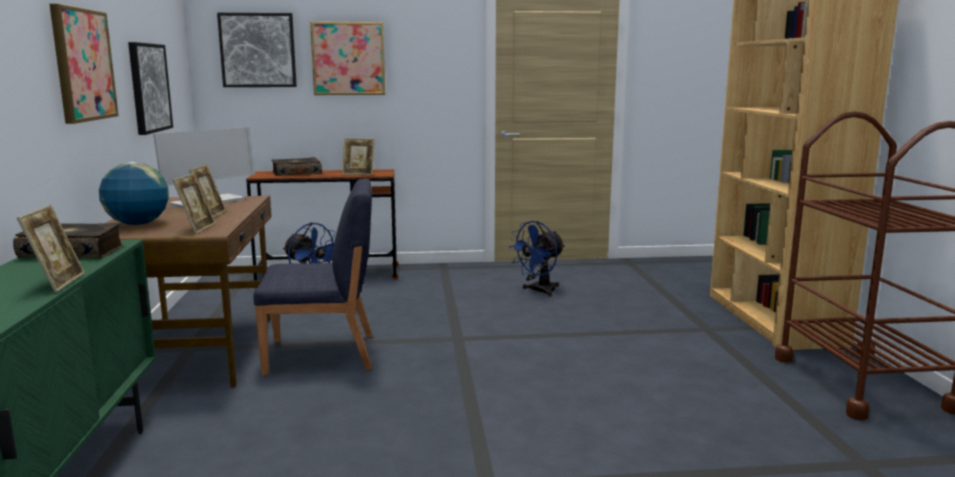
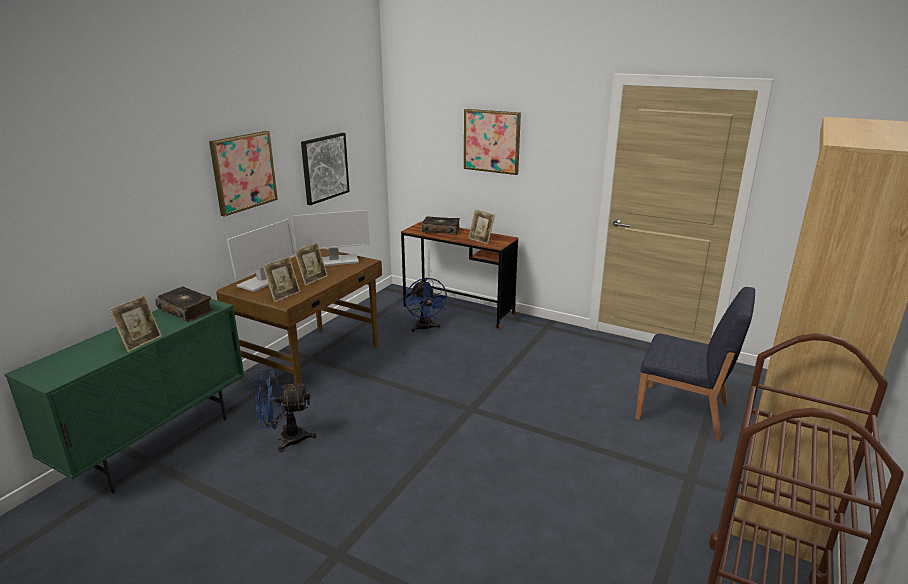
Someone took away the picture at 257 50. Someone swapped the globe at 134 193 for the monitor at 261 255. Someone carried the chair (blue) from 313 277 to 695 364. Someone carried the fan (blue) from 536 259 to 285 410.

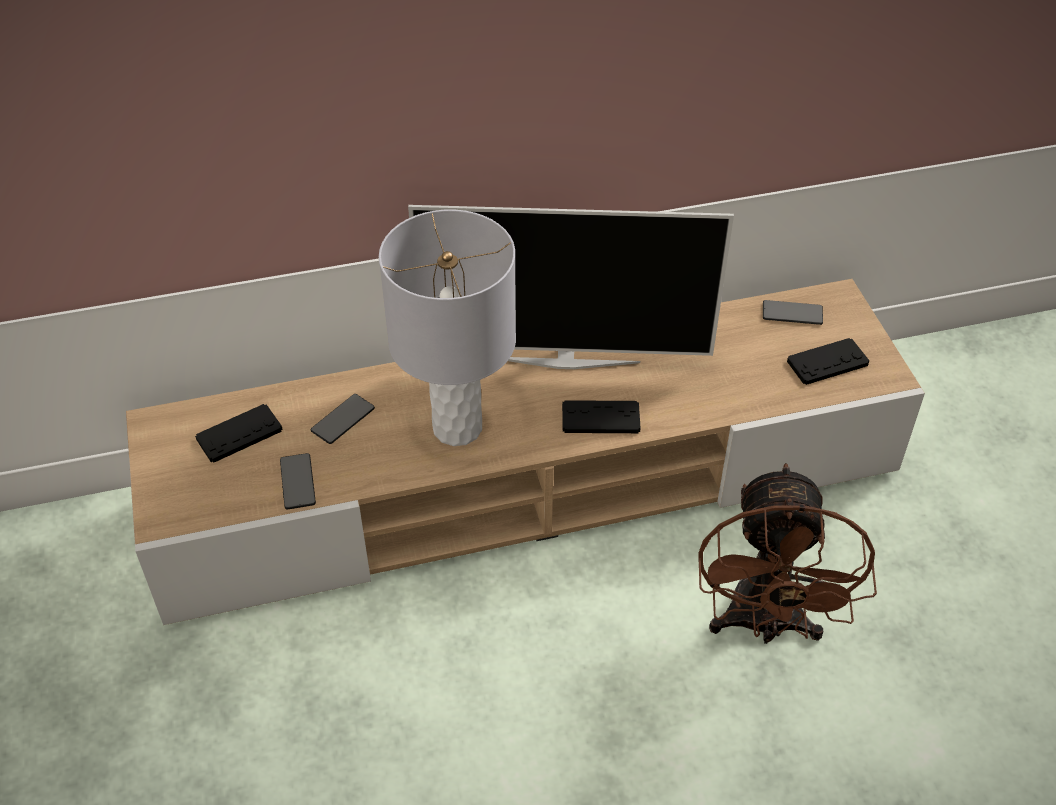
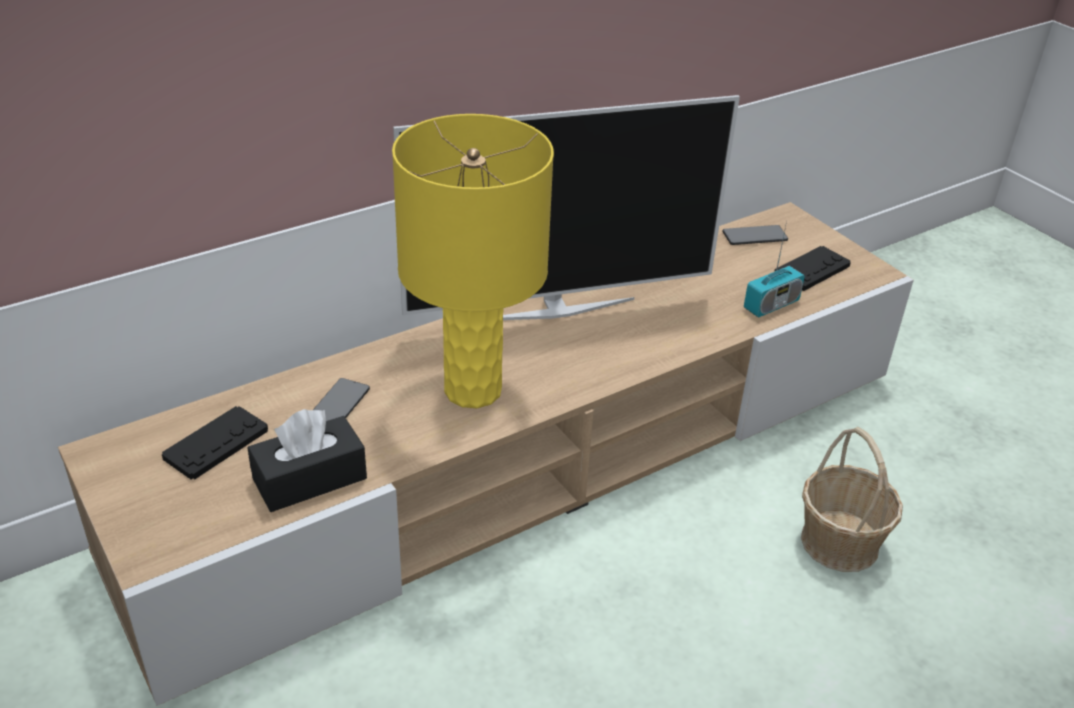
Someone repainted the table lamp (grey) at 447 328, which became the table lamp (yellow) at 473 261. Someone took away the game controller (black) at 601 416. Someone swapped the phone at 298 481 for the tissue box (black) at 307 460. Someone swapped the fan (brown) at 787 553 for the basket at 852 499. Someone put down the radio at 774 269.

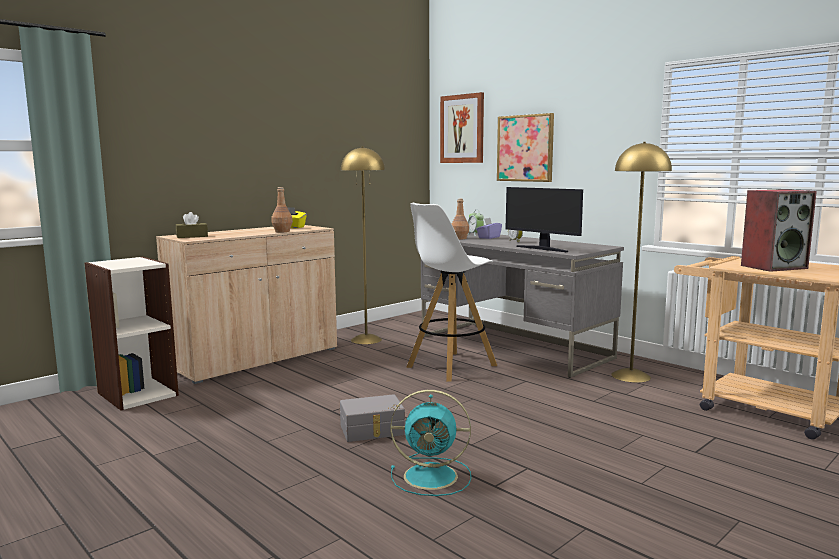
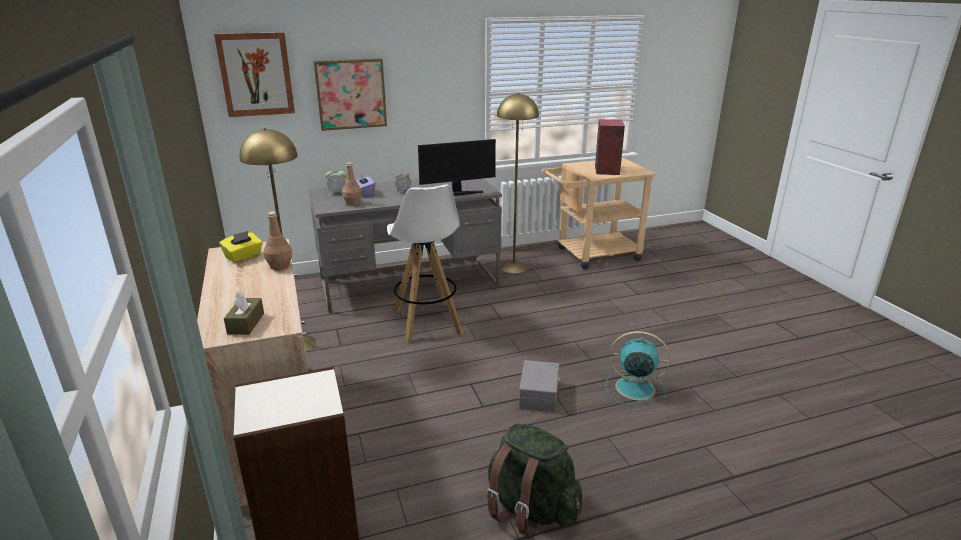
Someone rotated the fan (turquoise) at 430 443 by 105 degrees counterclockwise. Someone put down the backpack (green) at 534 480.

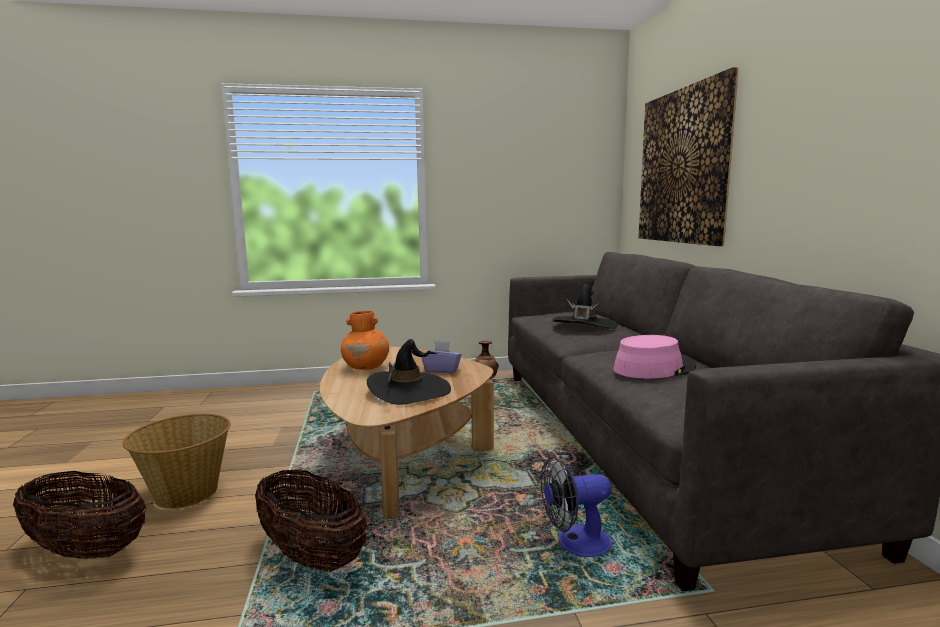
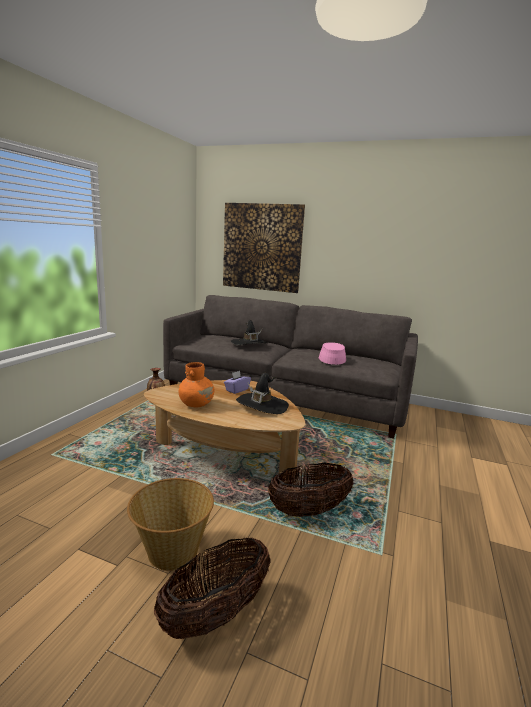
Someone took away the fan at 576 506.

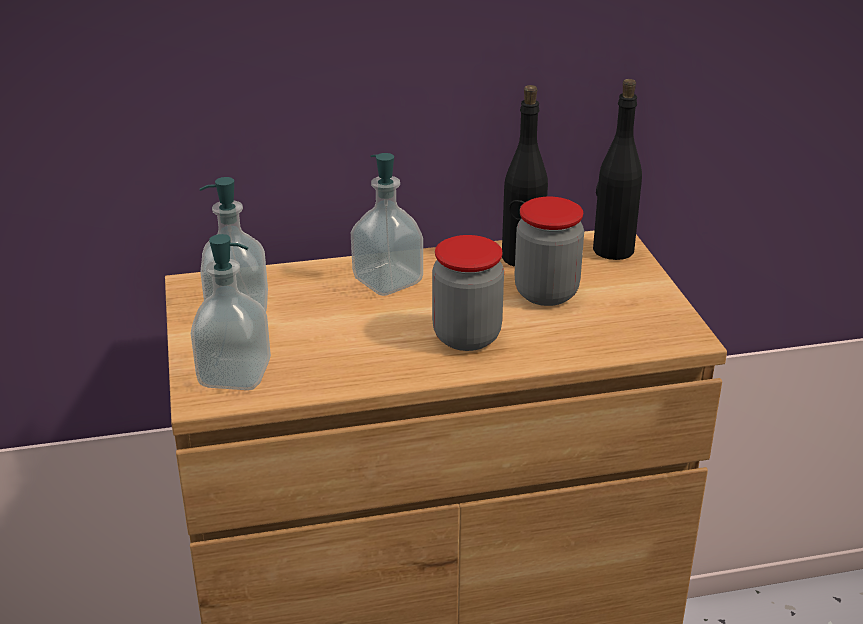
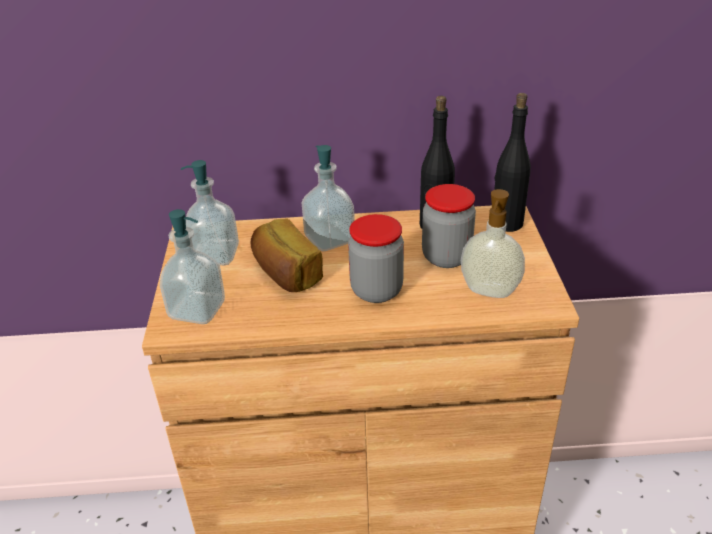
Someone put down the soap dispenser at 493 243. Someone put down the bread at 286 255.

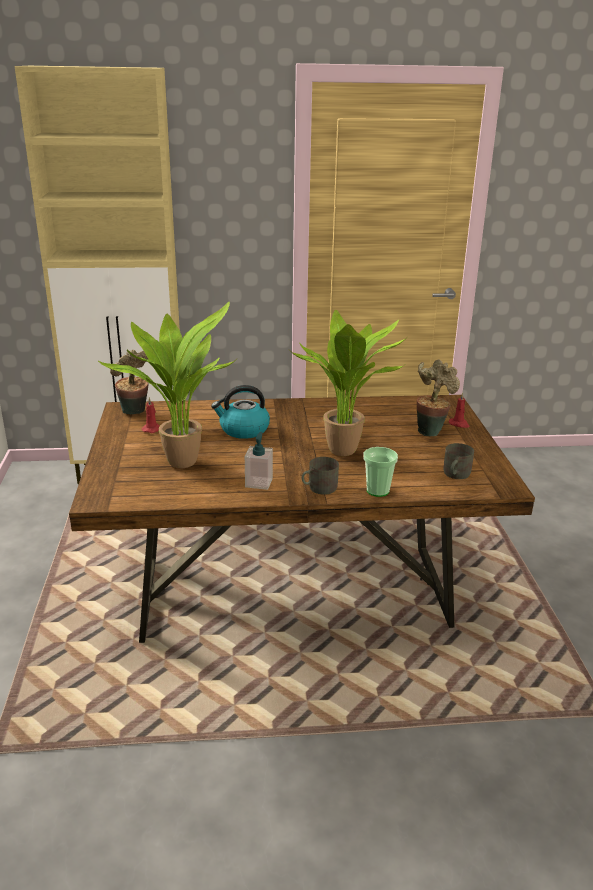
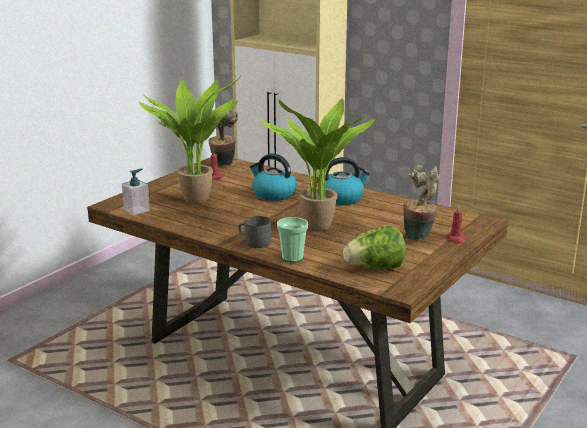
Someone carried the soap dispenser from 259 461 to 136 192. Someone swapped the mug (grey) at 459 461 for the lettuce at 374 248. Someone put down the kettle at 347 181.

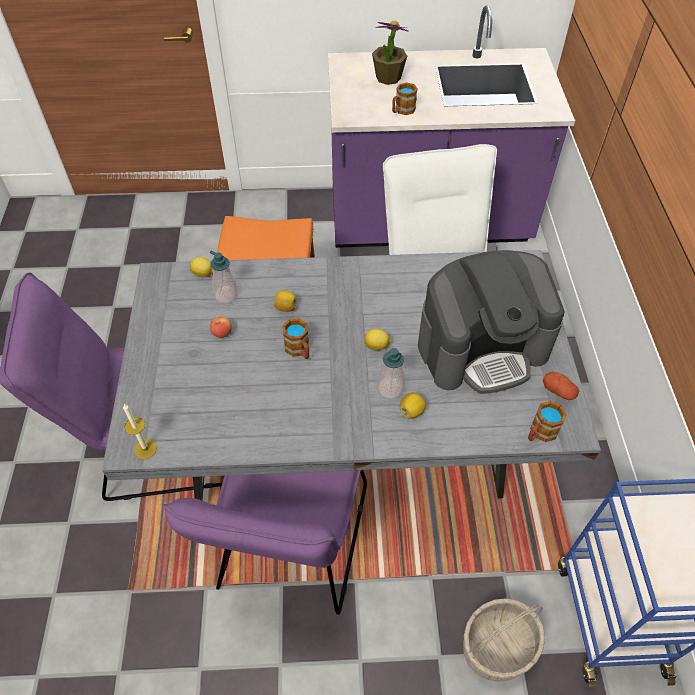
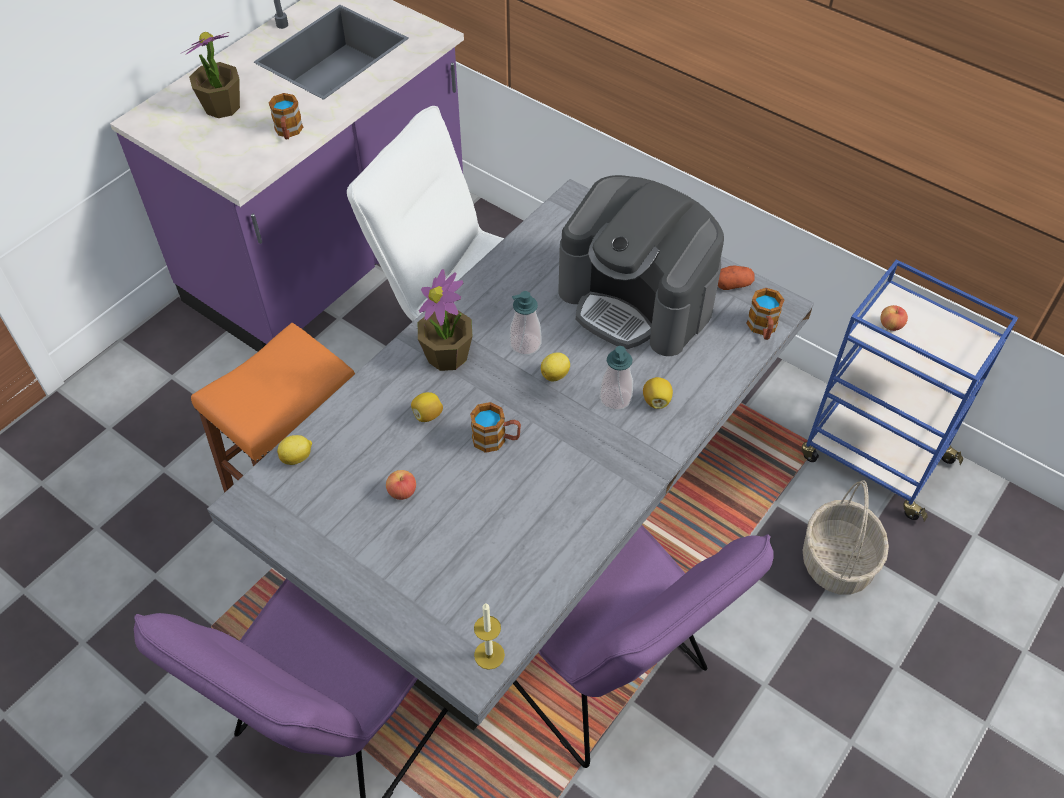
Someone carried the soap dispenser from 224 276 to 525 323. Someone rotated the coffee machine at 491 322 by 105 degrees clockwise. Someone put down the potted plant at 445 320. Someone put down the apple at 894 318.

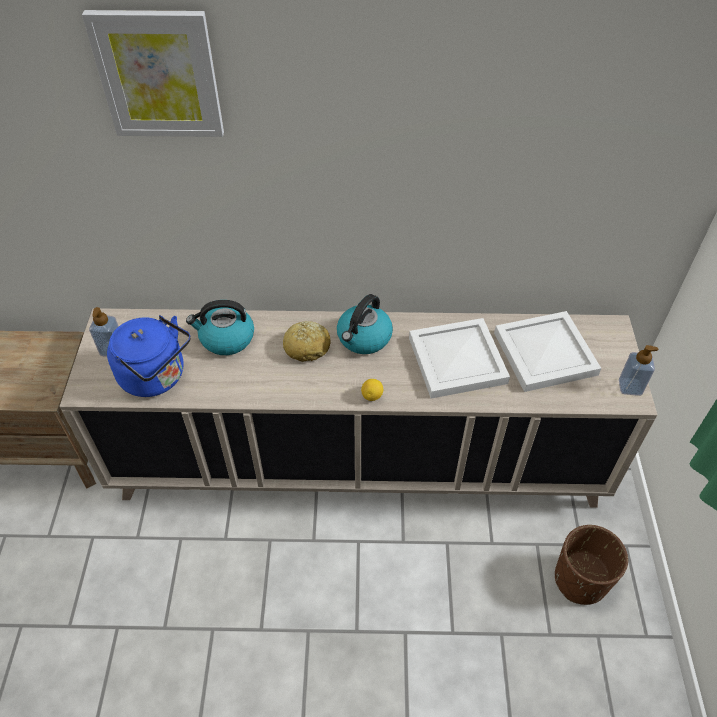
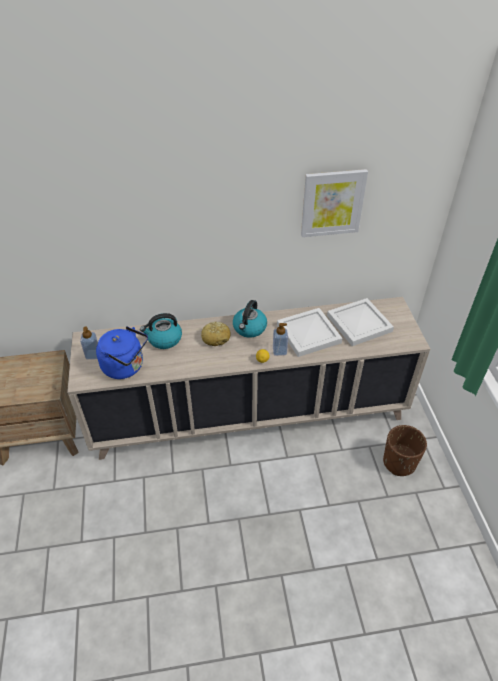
Someone carried the picture from 153 73 to 334 203. Someone carried the soap dispenser from 638 370 to 280 339.

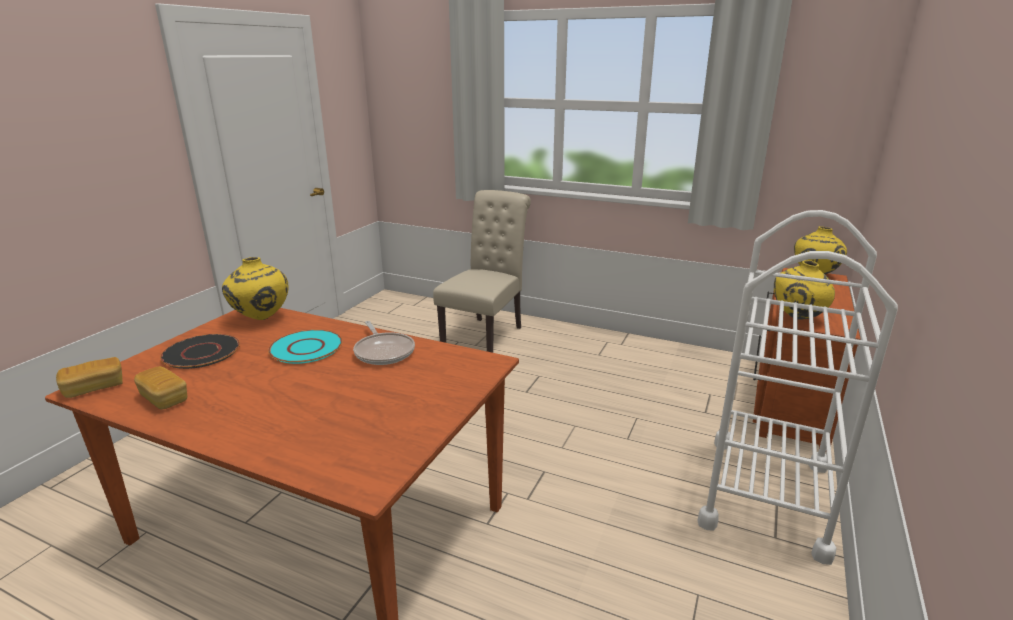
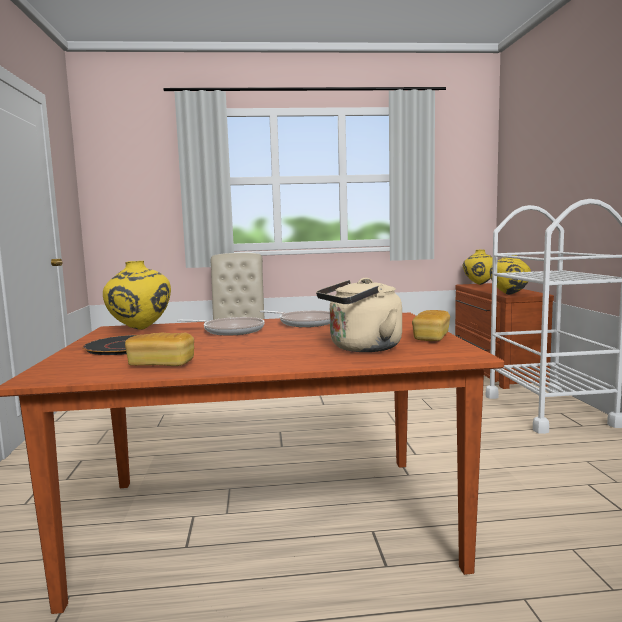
Someone swapped the plate (turquoise) at 305 347 for the frying pan at 221 326. Someone carried the bread from 89 377 to 431 325. Someone put down the kettle (beige) at 359 315.

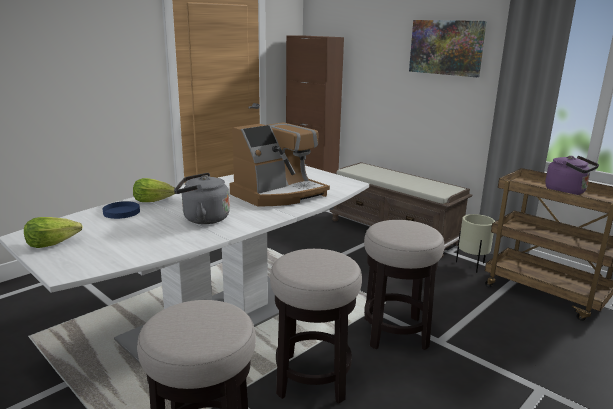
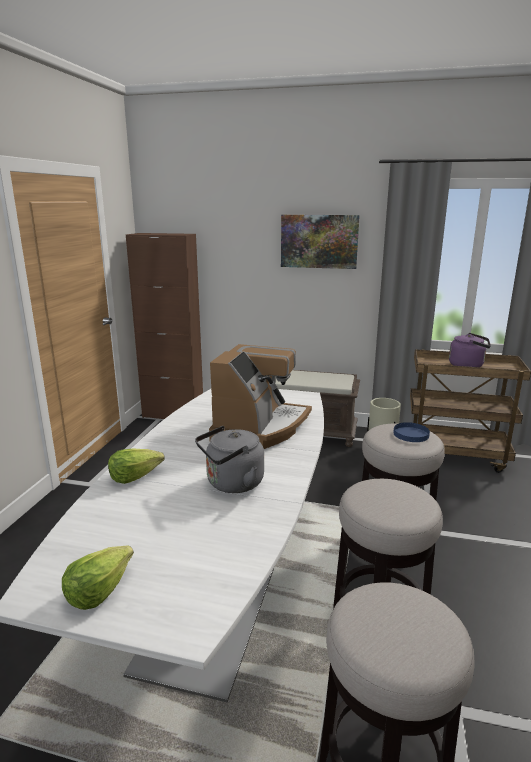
Someone carried the plate (blue) from 121 210 to 411 432.

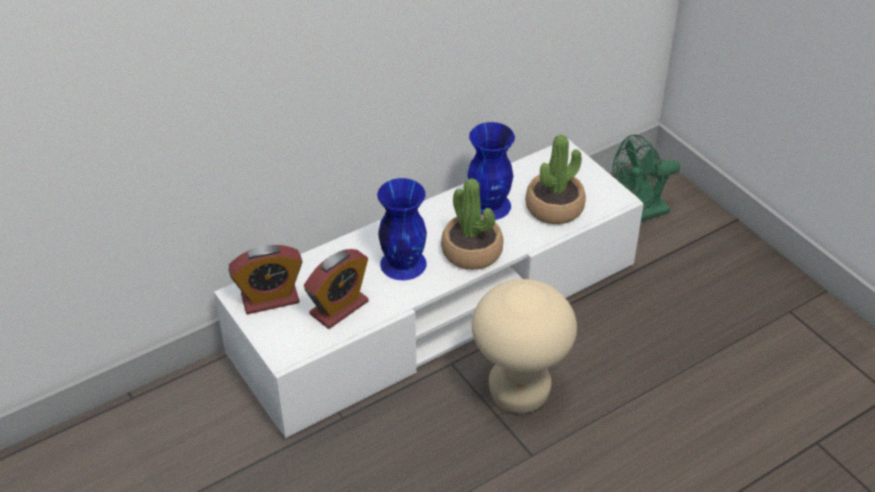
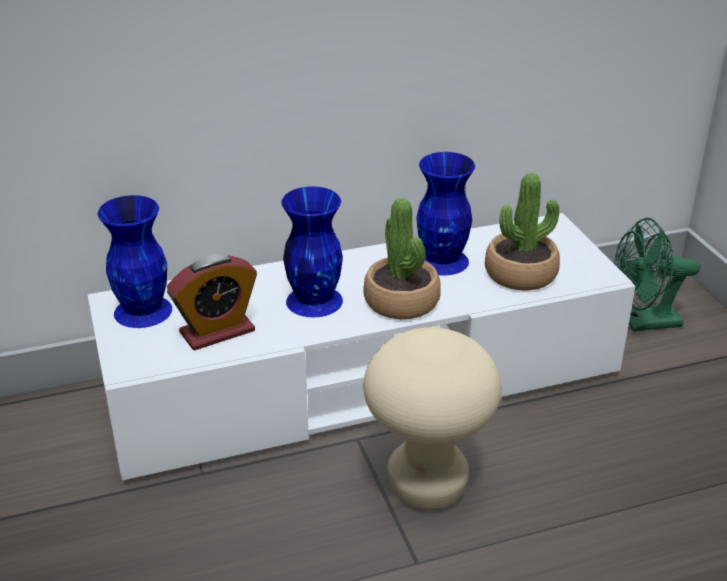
Someone swapped the alarm clock at 265 279 for the vase (blue) at 134 261.

